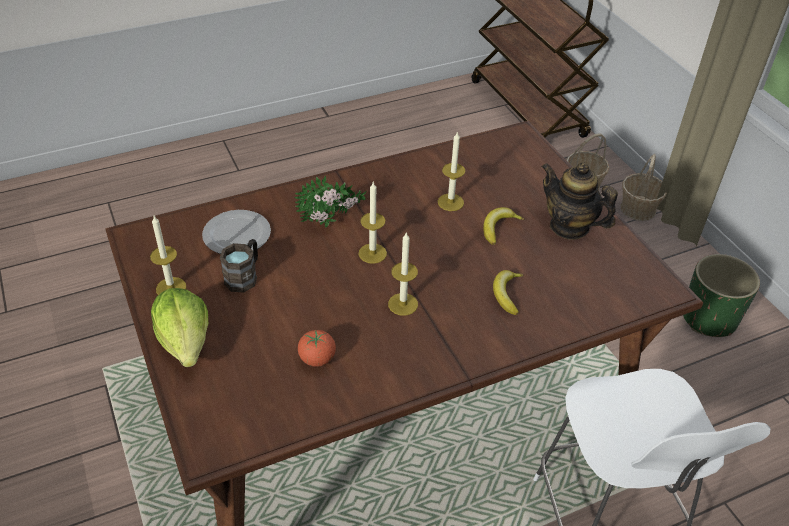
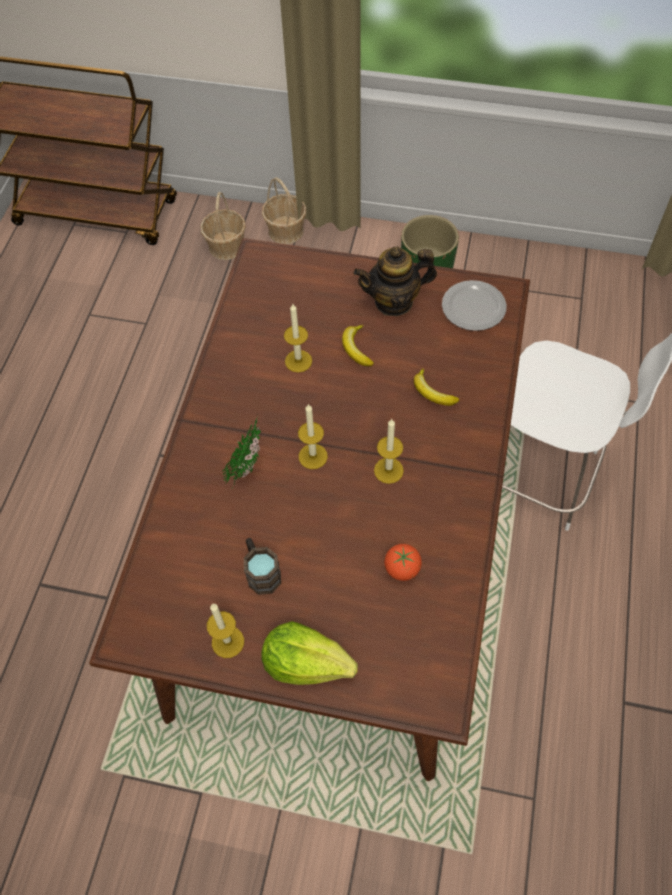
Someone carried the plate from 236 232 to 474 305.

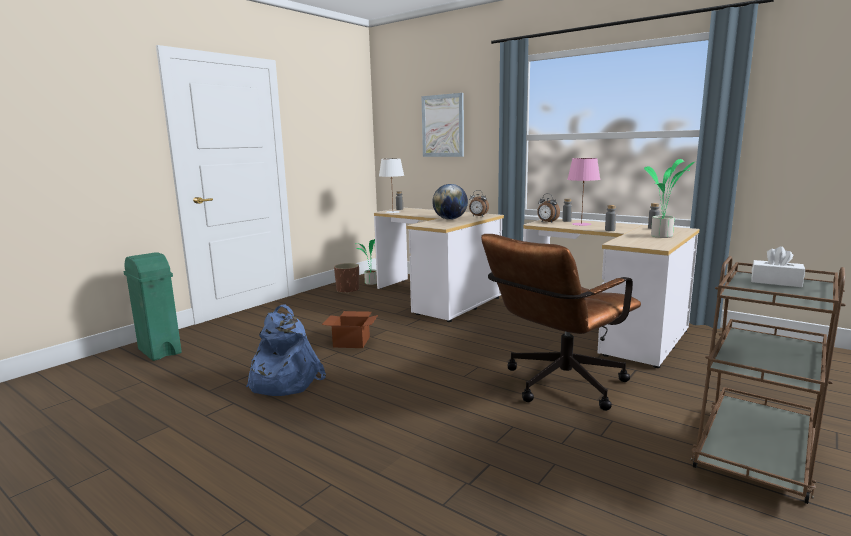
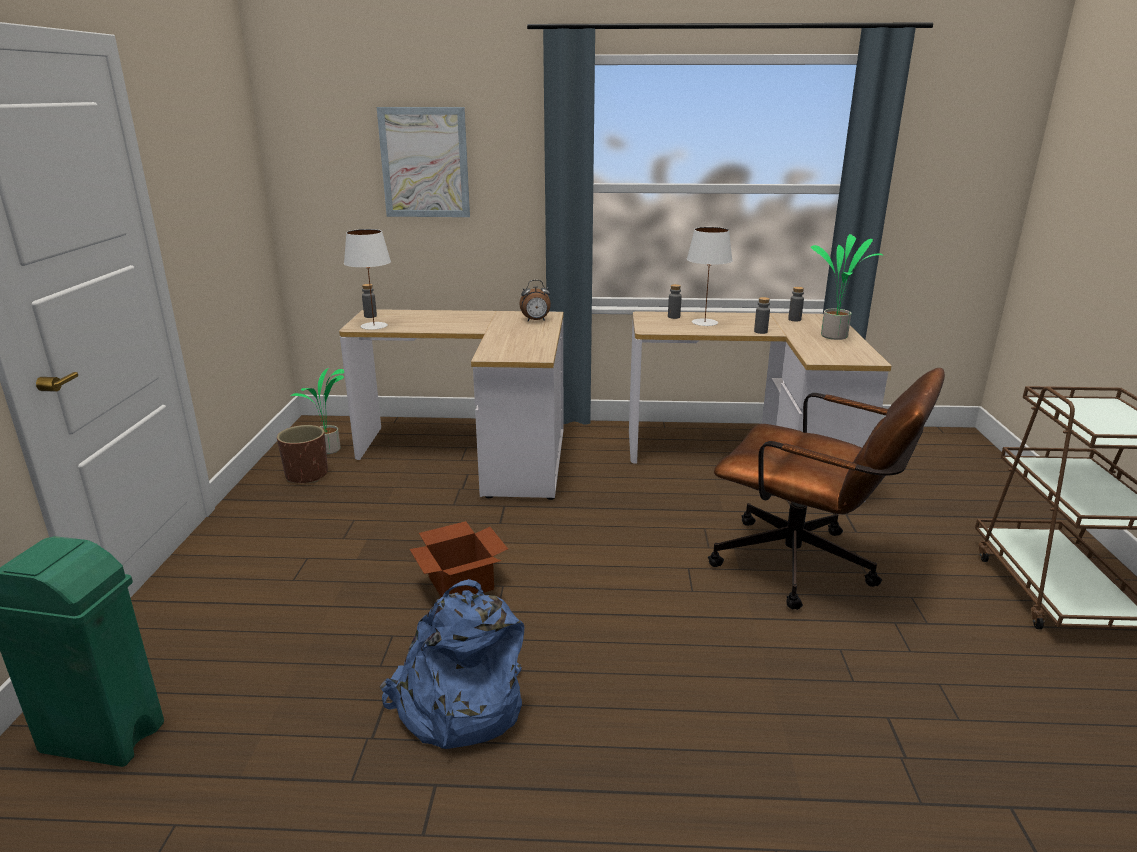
Someone repainted the table lamp (pink) at 583 192, which became the table lamp (white) at 710 276. Someone took away the globe at 450 202. Someone took away the alarm clock at 548 207. Someone rotated the office chair (brown) at 561 322 by 75 degrees counterclockwise. Someone took away the tissue box (white) at 778 266.

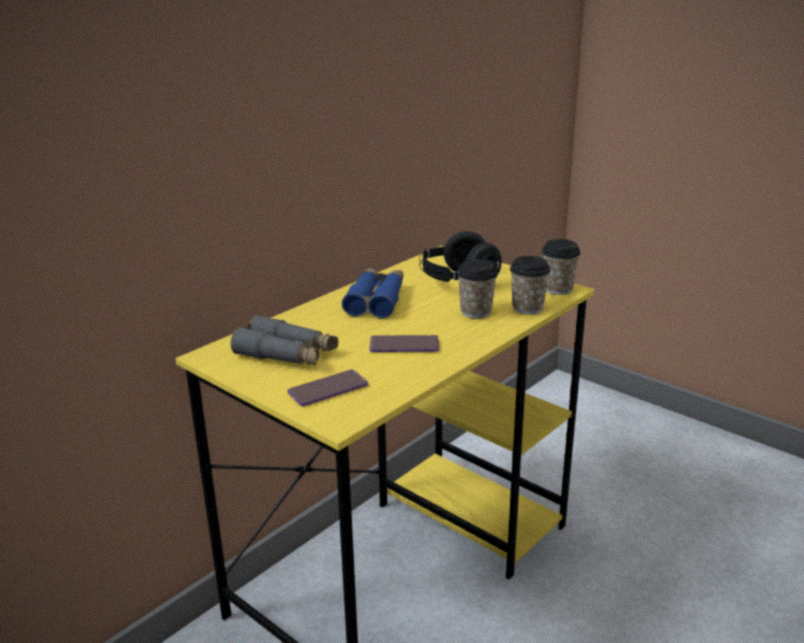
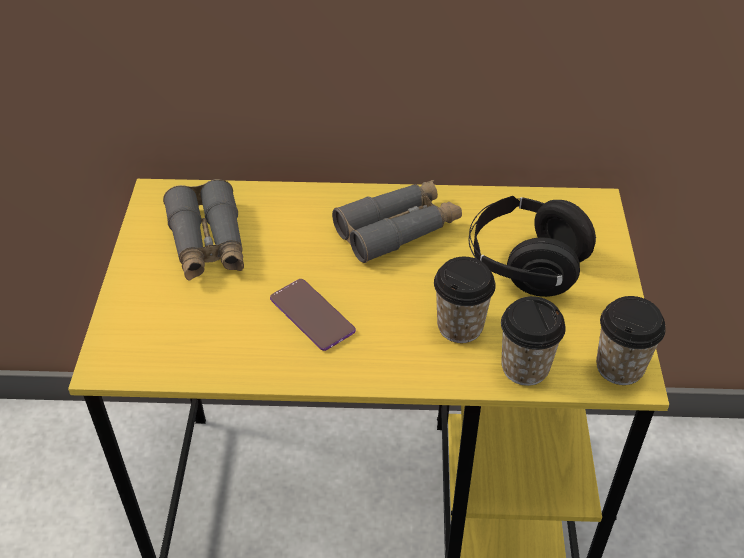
Someone repainted the binoculars (blue) at 373 293, which became the binoculars (grey) at 397 221. Someone took away the phone at 328 388.

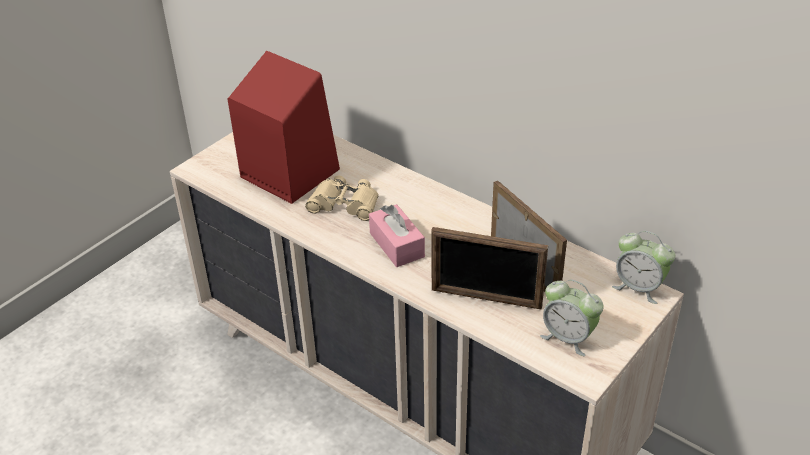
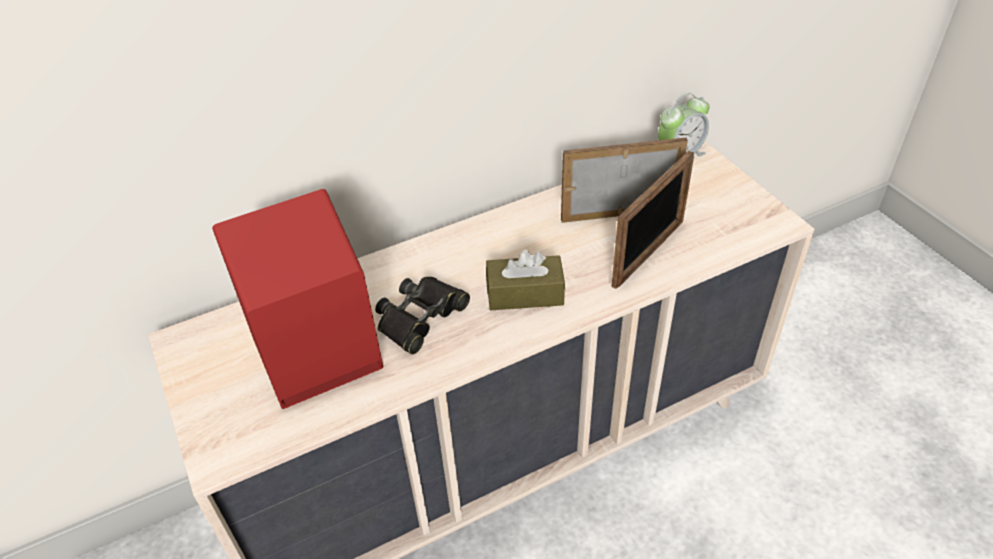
Someone repainted the binoculars (beige) at 342 198, which became the binoculars (black) at 422 315. Someone repainted the tissue box (pink) at 397 235, which became the tissue box (brown) at 525 280. Someone took away the alarm clock at 572 318.

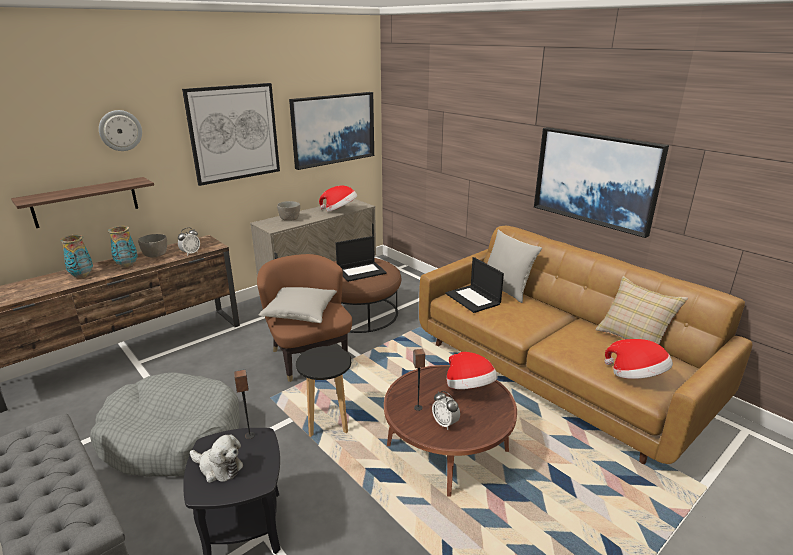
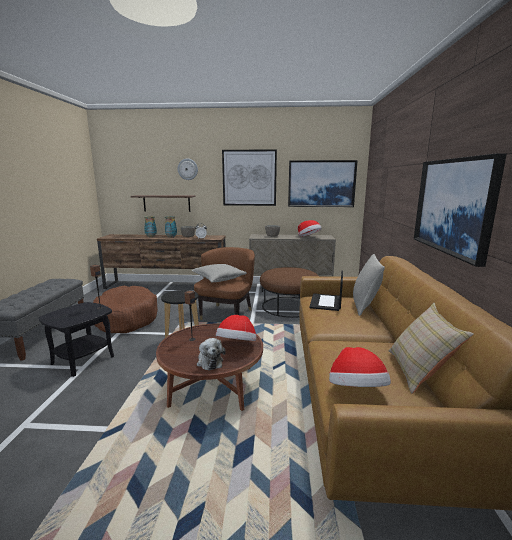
Someone took away the laptop at 361 259. Someone repainted the dog bed (grey) at 165 424, which became the dog bed (brown) at 125 309. Someone took away the alarm clock at 446 410. Someone carried the plush toy from 216 458 to 211 354.

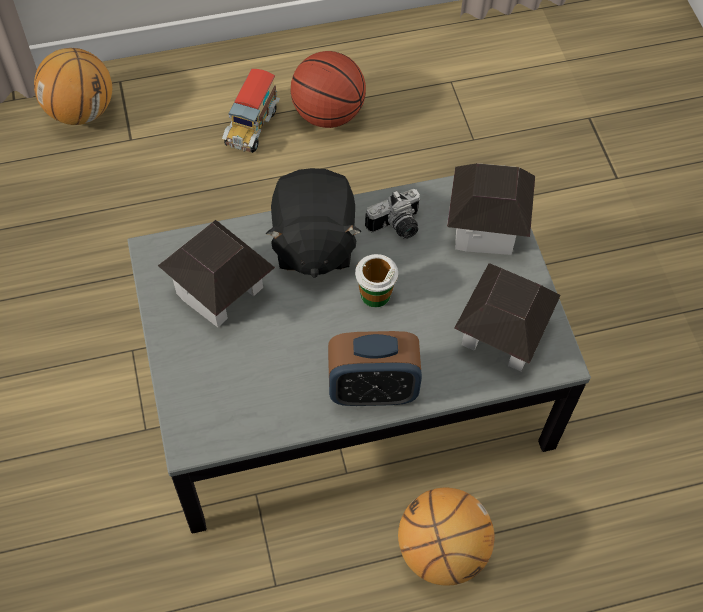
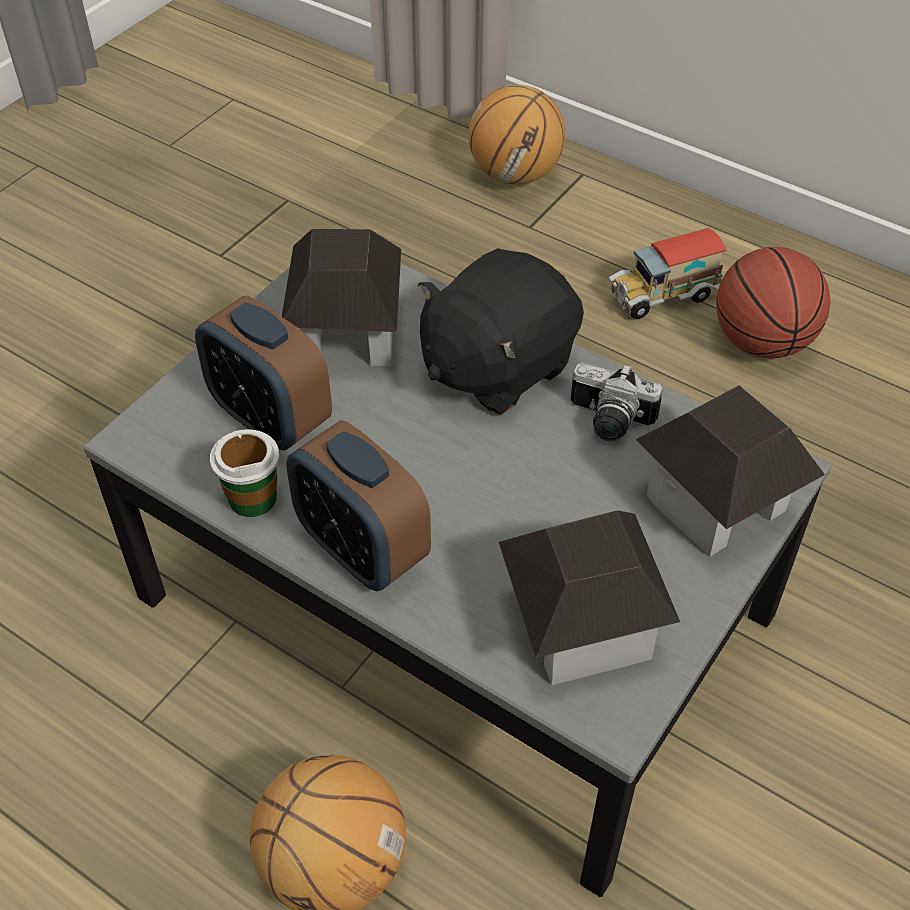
Someone carried the cup from 376 280 to 244 473. Someone put down the alarm clock at 263 373.

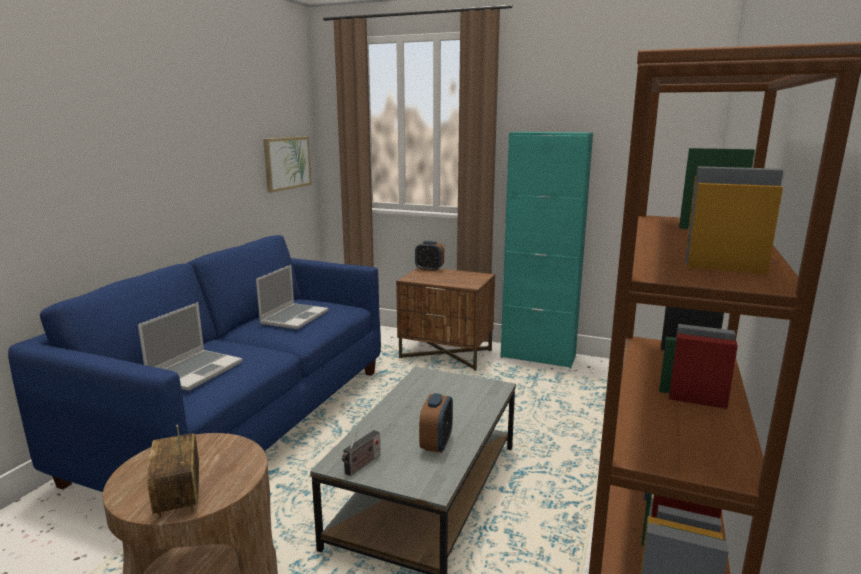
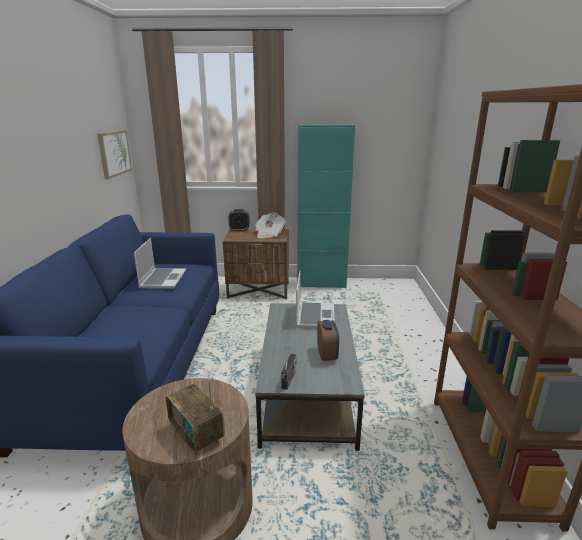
Someone carried the laptop from 190 346 to 315 299. Someone put down the newspaper at 270 225.

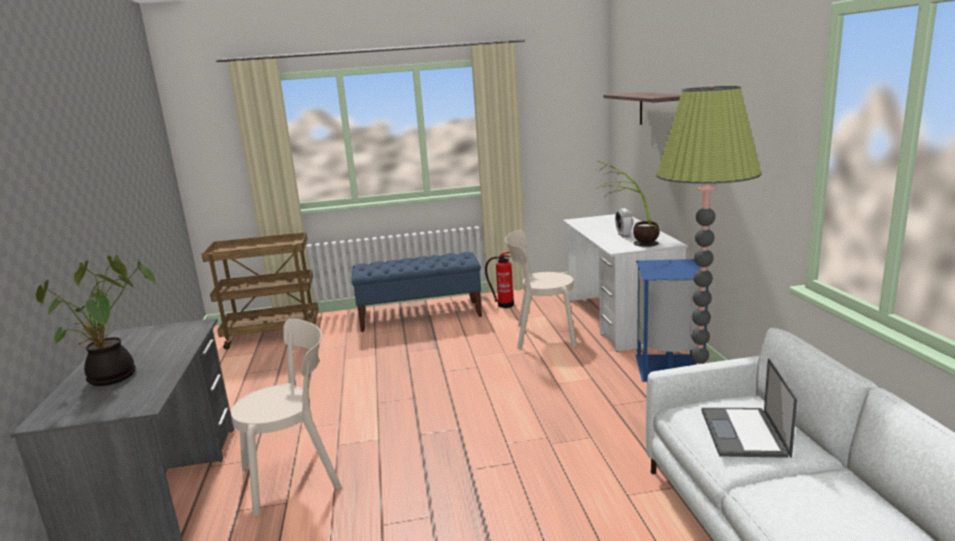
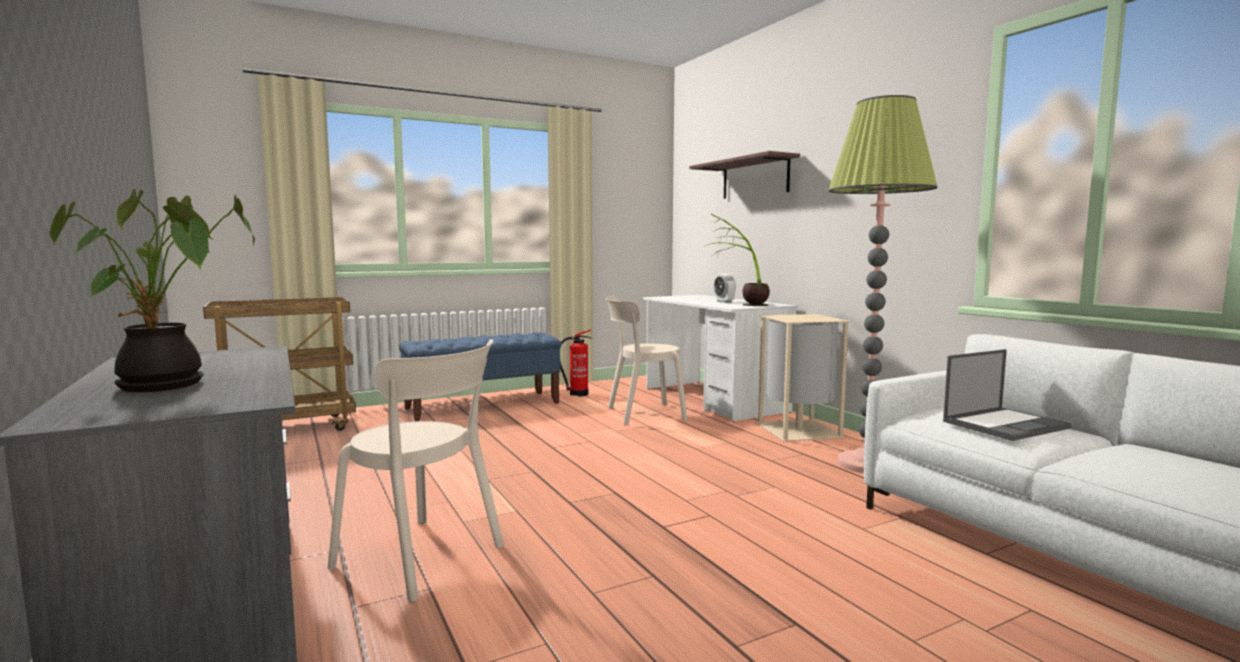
Someone repainted the trash can (blue) at 672 320, which became the trash can (beige) at 803 377. Someone rotated the chair (beige) at 286 417 by 75 degrees clockwise. Someone rotated the laptop at 749 408 by 105 degrees counterclockwise.

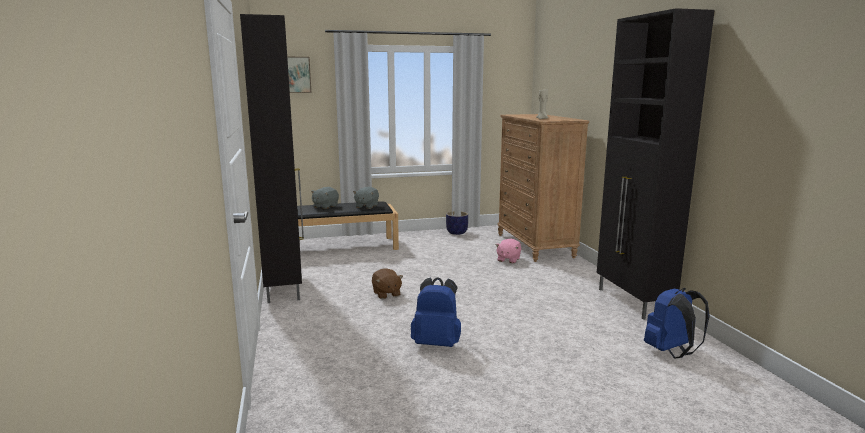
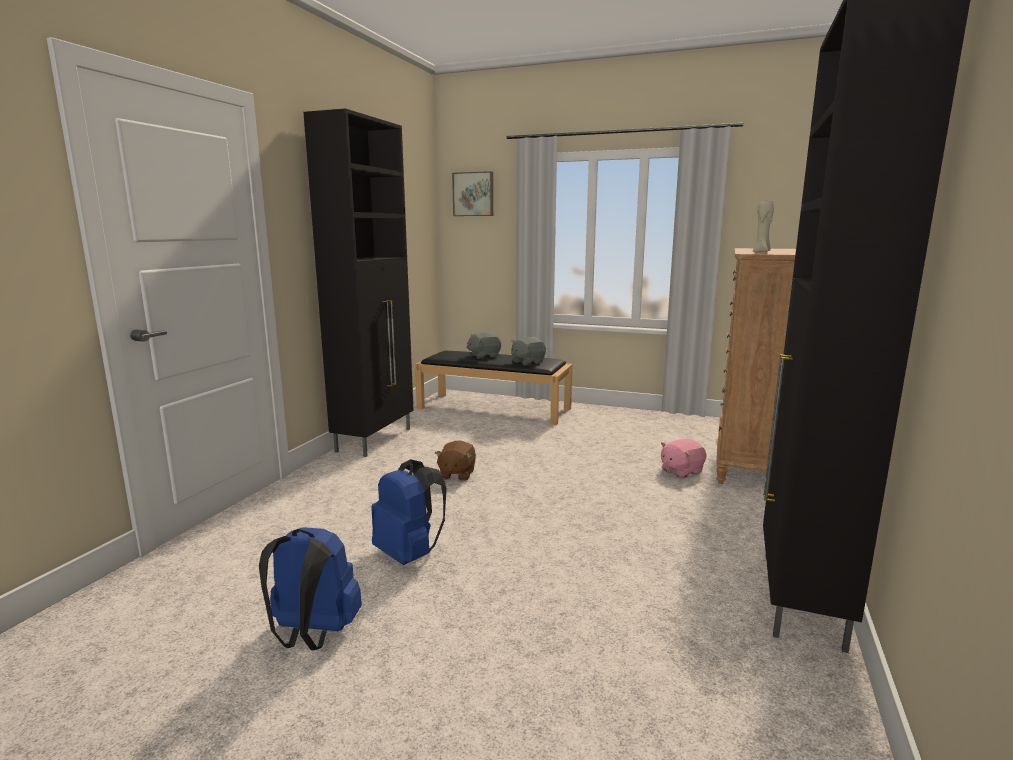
Someone took away the planter at 457 223. Someone carried the backpack (blue) from 677 323 to 310 589.

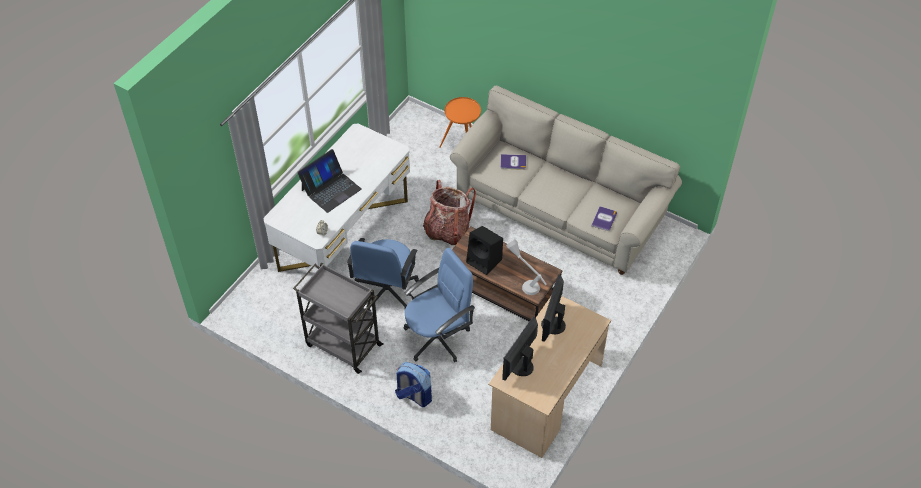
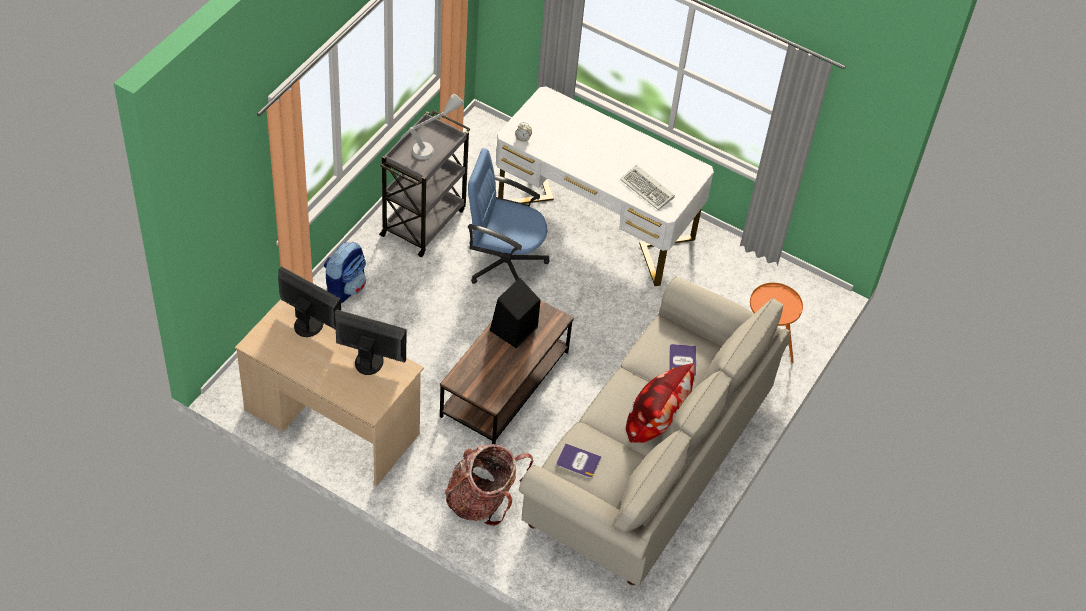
Someone took away the laptop at 329 181. Someone carried the backpack from 449 212 to 489 485. Someone carried the table lamp (grey) from 526 267 to 432 126. Someone took away the office chair (blue) at 439 305. Someone put down the keyboard at 647 187. Someone put down the pillow at 660 403.

